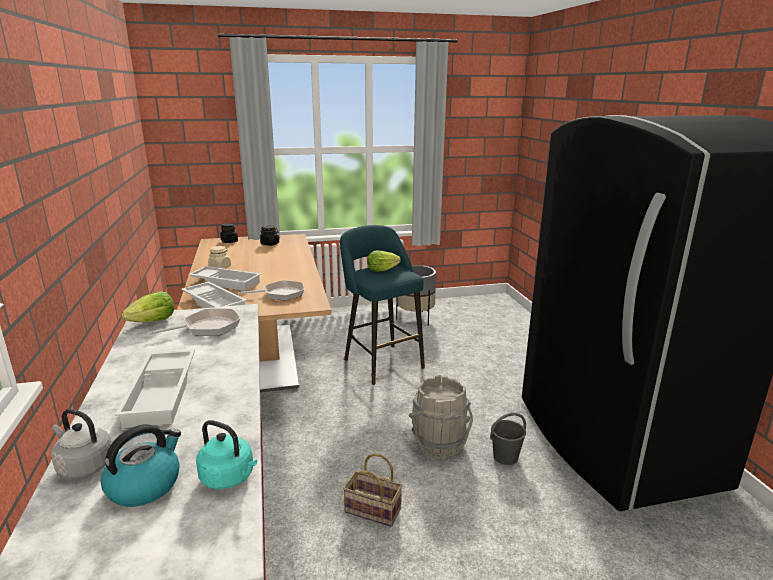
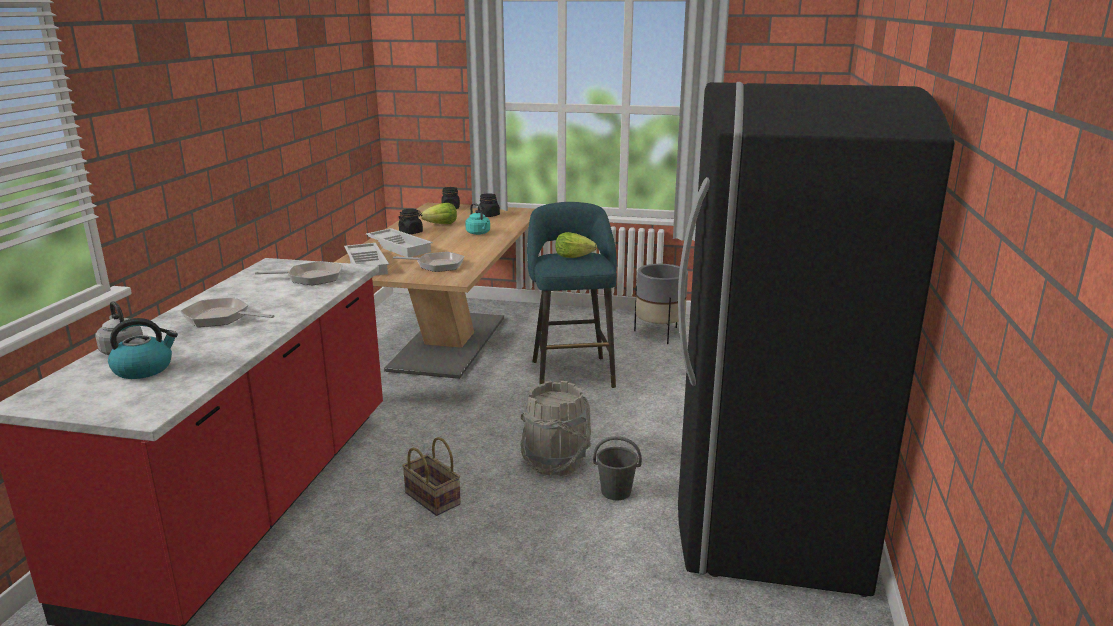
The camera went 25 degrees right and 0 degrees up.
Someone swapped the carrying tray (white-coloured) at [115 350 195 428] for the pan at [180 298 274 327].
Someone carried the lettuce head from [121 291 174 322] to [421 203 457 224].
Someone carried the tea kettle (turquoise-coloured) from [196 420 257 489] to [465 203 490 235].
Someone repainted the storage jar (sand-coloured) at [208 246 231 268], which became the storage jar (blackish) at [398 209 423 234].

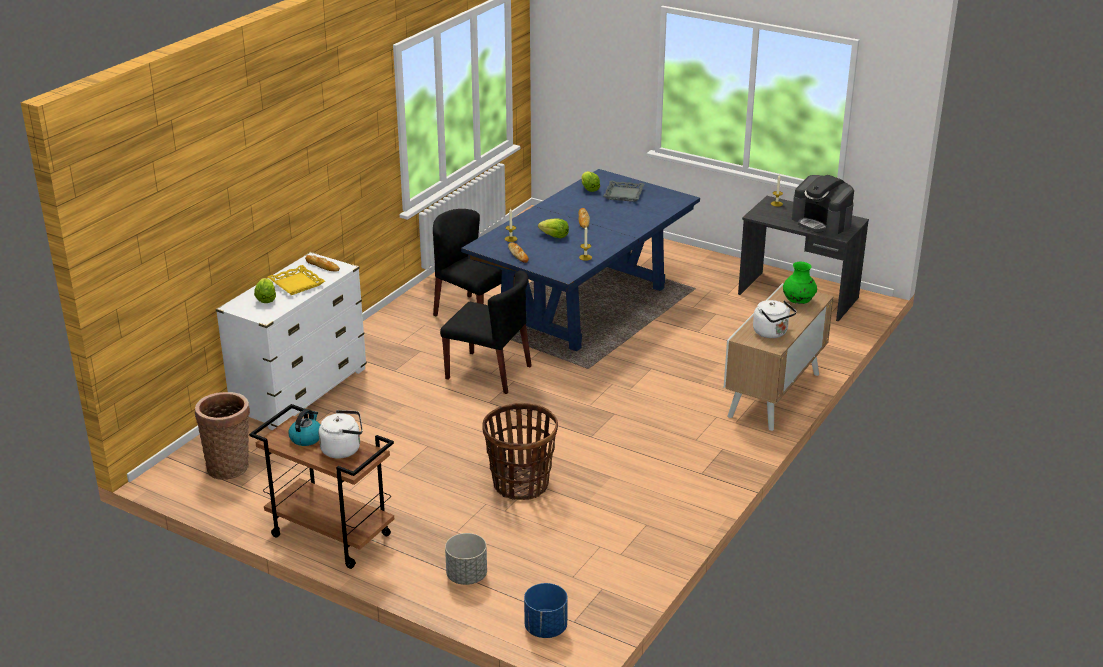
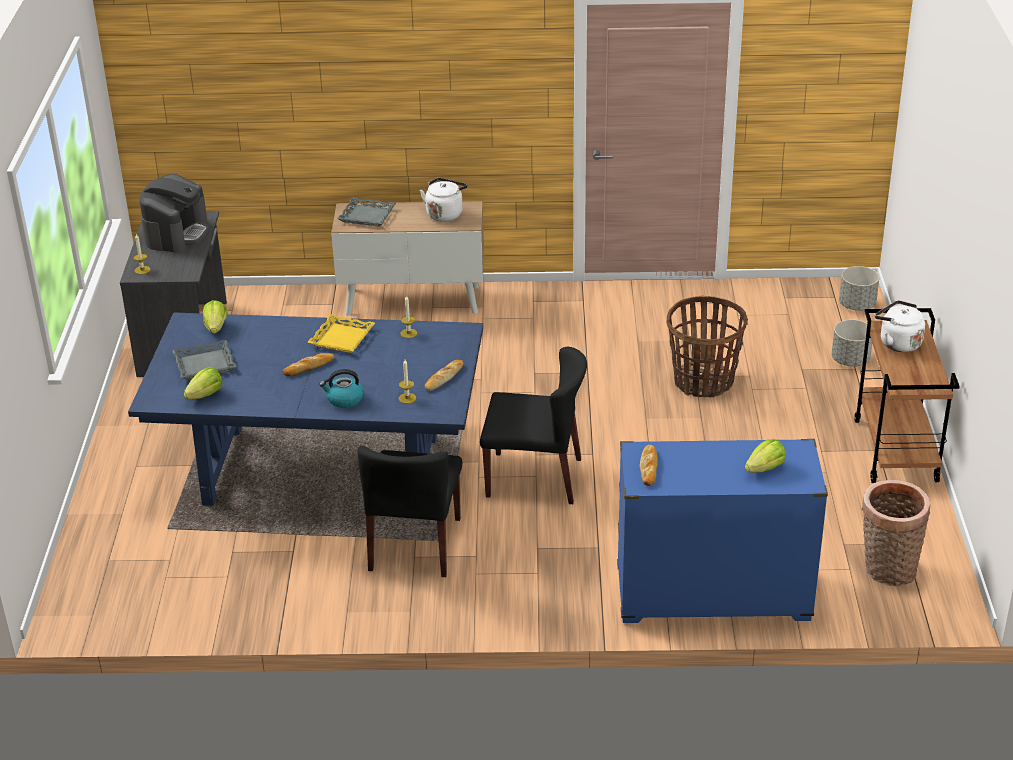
The camera went 120 degrees left and 5 degrees up.
Someone repainted the drawer chest (white-coloured) at [216 252 367 430], which became the drawer chest (bluish) at [617 439 828 623].
Someone carried the carrying tray (yellowish) from [268 265 325 295] to [307 314 375 353].
Someone carried the tea kettle from [288 409 320 446] to [319 369 364 408].
Someone rotated the chair (blackish) at [440 270 532 394] by 105 degrees clockwise.
Someone repainted the flower pot (bluish) at [524 583 568 638], which became the flower pot (grey) at [839 266 879 311].
Someone carried the lettuce head from [538 218 569 238] to [203 300 228 334].
Someone swapped the vase (greenish) at [783 262 817 304] for the carrying tray (grey) at [337 197 396 227].

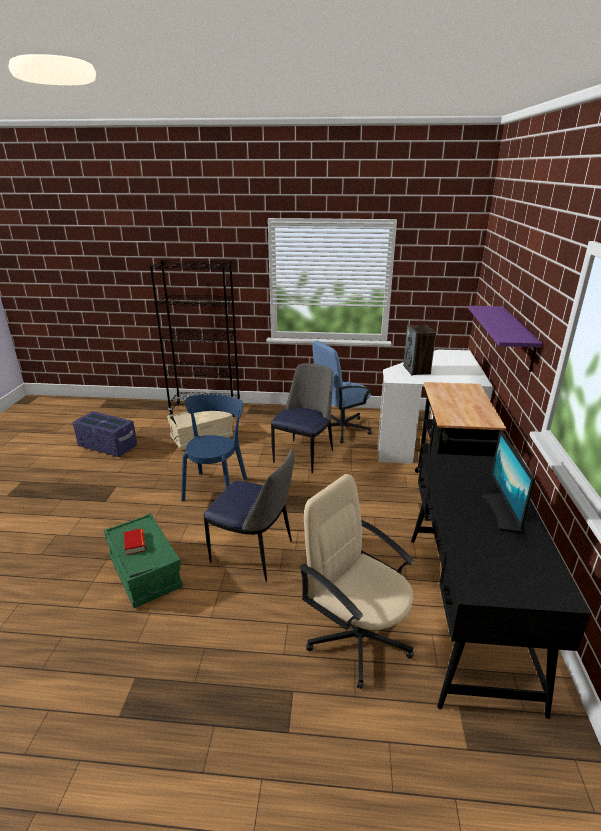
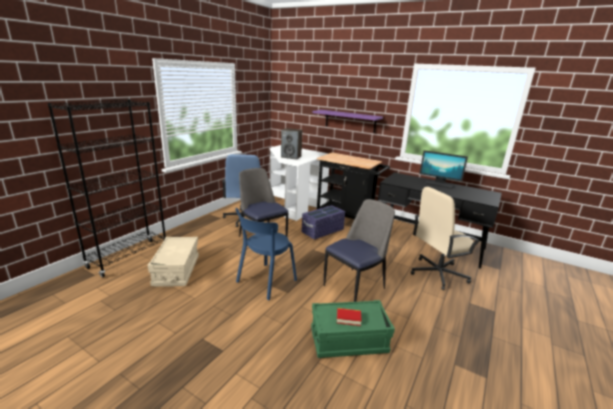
The camera went 65 degrees left and 5 degrees down.
Someone carried the storage container (purple) from [72 411 137 457] to [302 205 345 240].
Someone rotated the chair (bluish) at [181 394 247 501] by 90 degrees counterclockwise.

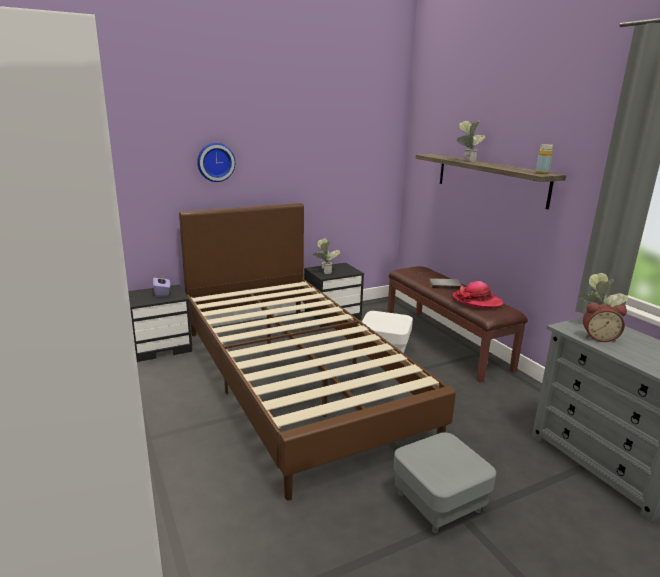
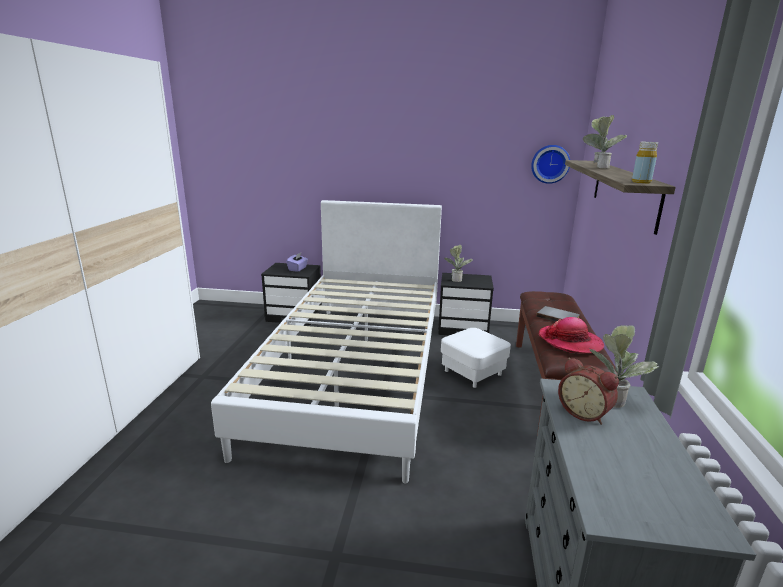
The camera went 35 degrees right and 0 degrees up.
Someone repainted the bedroom bed (brown) at [179 203 456 501], which became the bedroom bed (white-coloured) at [211 200 442 484].
Someone carried the wall clock from [197 143 235 182] to [531 145 570 184].
Someone took away the ottoman (grey) at [393 432 496 534].

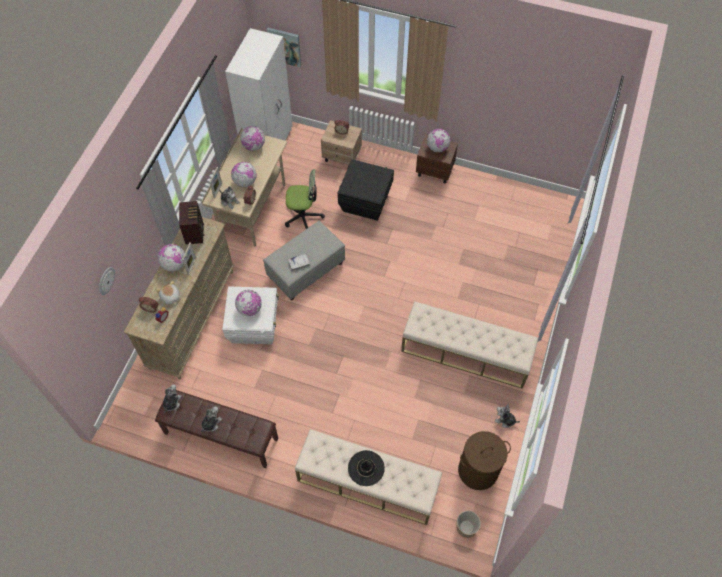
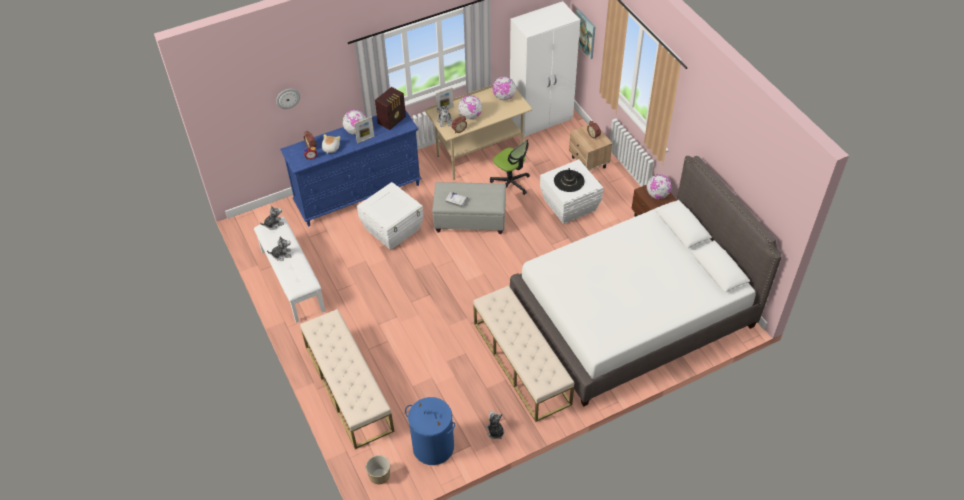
The camera went 45 degrees right and 10 degrees down.
Someone repainted the drawer chest (sand-coloured) at [124 217 234 379], which became the drawer chest (bluish) at [280 110 422 227].
Someone repainted the indoor bench (brown) at [155 390 278 468], which became the indoor bench (white-coloured) at [254 217 325 323].
Someone took away the globe at [235 290 262 316].
Someone repainted the storage container (blackish) at [338 159 394 221], which became the storage container (white-coloured) at [540 159 603 224].
Someone carried the hat (blackish) from [348 450 385 486] to [554 168 585 192].
Someone repainted the washing basket (brown) at [458 431 511 490], which became the washing basket (bluish) at [405 397 455 465].
Someone put down the bedroom bed (white-coloured) at [510 156 782 407].

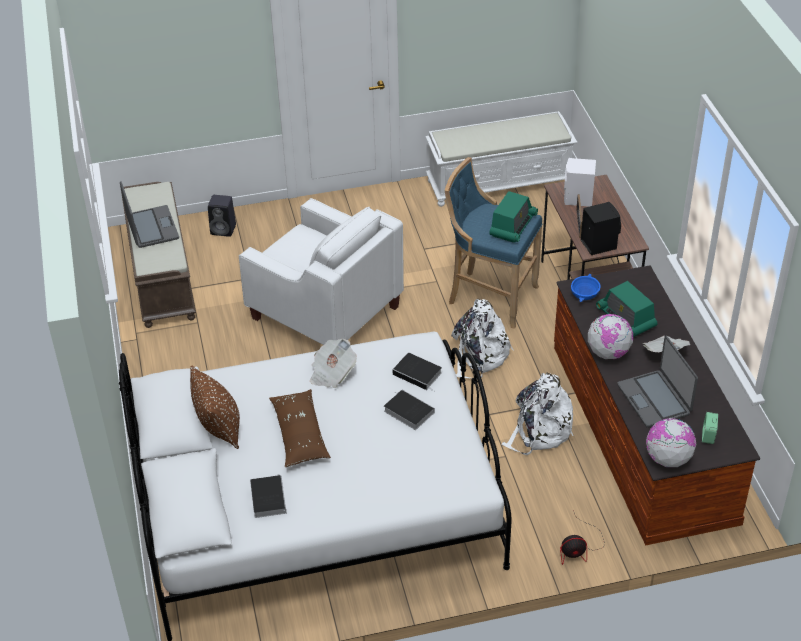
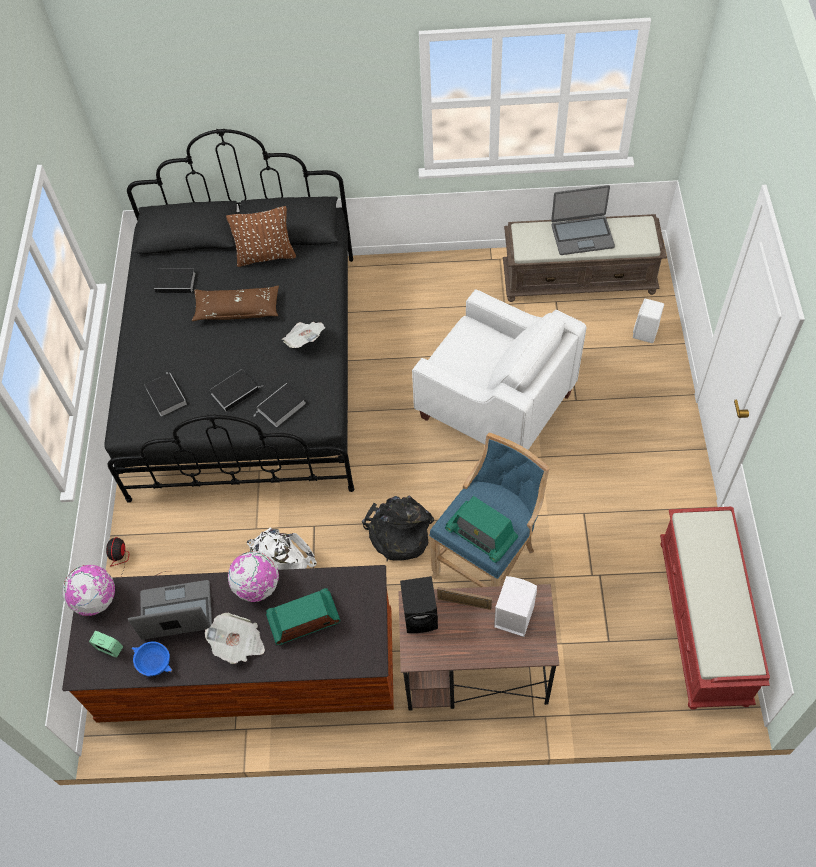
The camera went 105 degrees right and 15 degrees up.
Someone repainted the bedroom bed (white-coloured) at [119 332 511 641], which became the bedroom bed (blackish) at [104 129 354 503].
Someone repainted the speaker (blackish) at [208 195 236 237], which became the speaker (white-coloured) at [633 298 664 343].
Someone rotated the armchair (white-coloured) at [239 198 404 345] by 105 degrees counterclockwise.
Someone repainted the indoor bench (white-coloured) at [425 111 578 207], which became the indoor bench (reddish) at [660 507 770 710].
Someone repainted the backpack (white-coloured) at [451 299 514 379], which became the backpack (blackish) at [362 495 434 561].
Someone carried the serving bowl (bluish) from [571 274 601 302] to [132 642 172 676].
Someone put down the book at [145 372 187 416].

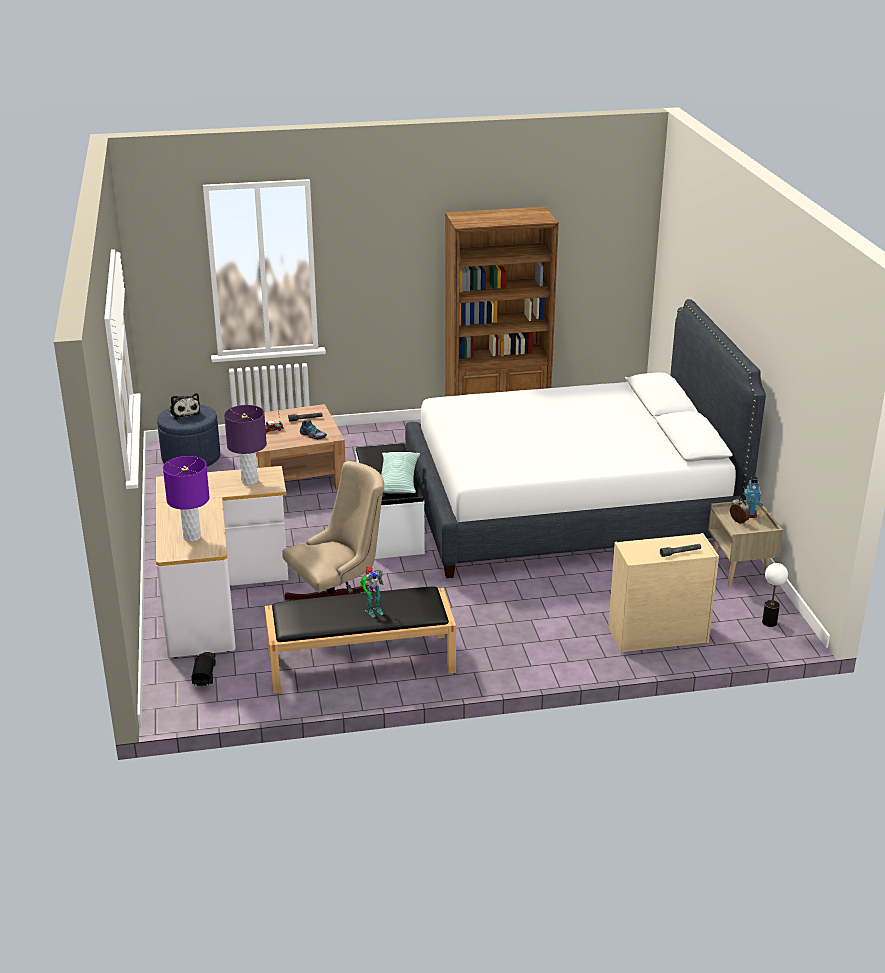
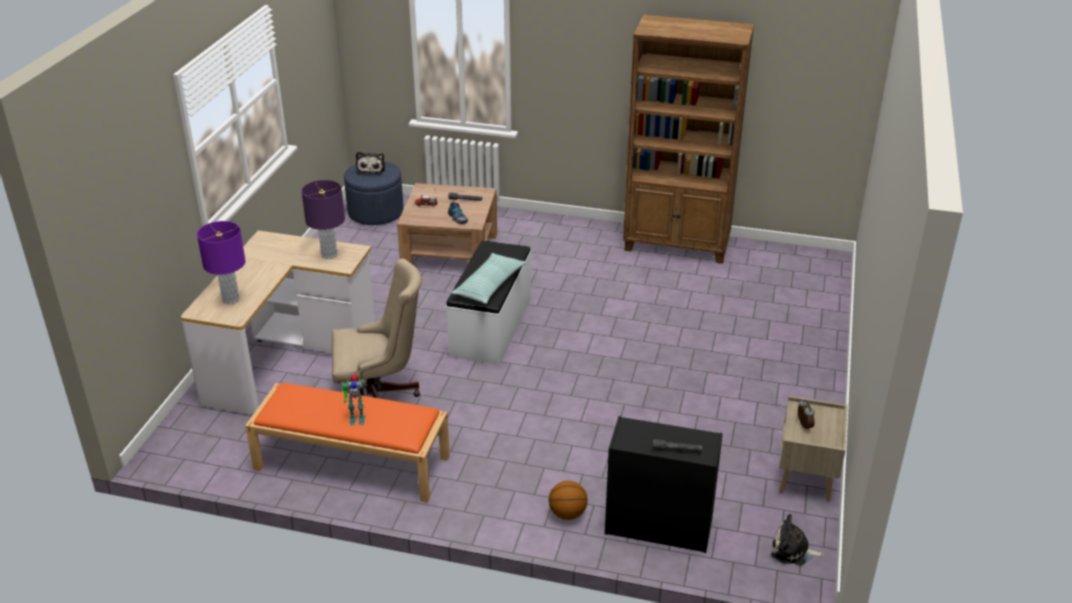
The camera went 25 degrees right and 5 degrees up.
Someone took away the toy lorry at [191 652 216 686].
Someone repainted the indoor bench (blackish) at [265 586 456 693], which became the indoor bench (orangey) at [245 383 450 503].
Someone took away the bedroom bed (white-coloured) at [405 299 766 578].
Someone repainted the drawer chest (sand-coloured) at [608 533 719 653], which became the drawer chest (blackish) at [605 416 723 553].
Someone took away the robot figure at [744 477 763 518].
Someone swapped the table lamp at [762 563 788 627] for the plush toy at [771 514 824 566].
Someone put down the ball for basketball at [549 481 588 520].

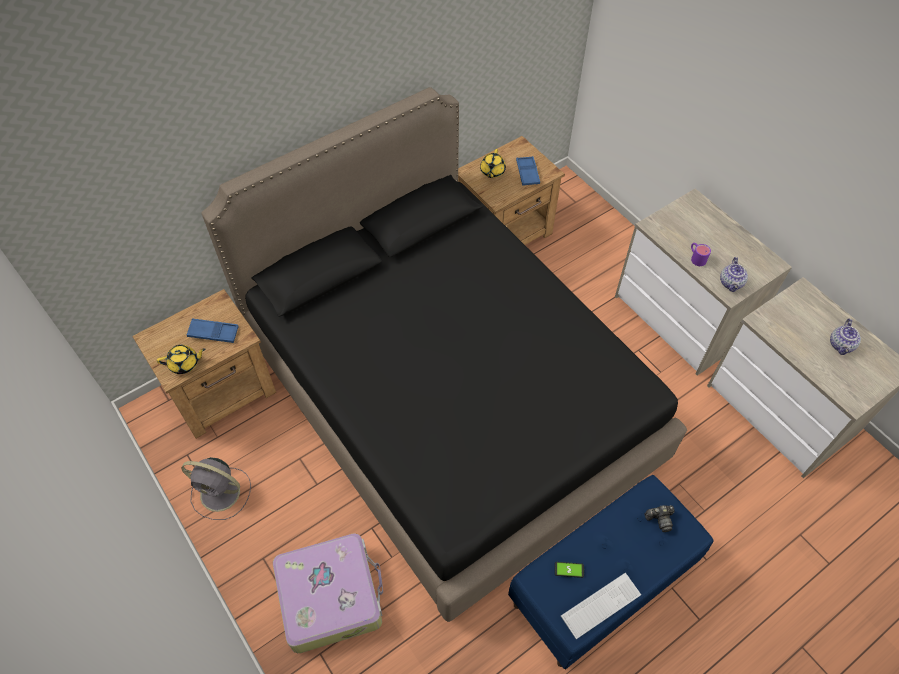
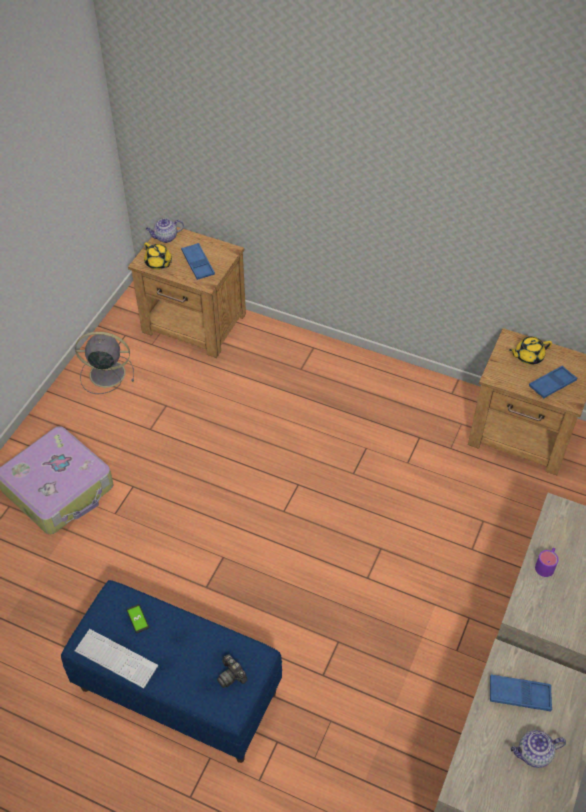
The camera went 60 degrees right and 5 degrees down.
Someone rotated the cooling fan (grey) at [181 457 251 520] by 105 degrees clockwise.
Someone took away the bedroom bed (blackish) at [201 87 687 622].
Someone carried the tea pot from [720 257 748 292] to [146 218 184 243].
Someone put down the carrying tray (bluish) at [490 674 552 712].

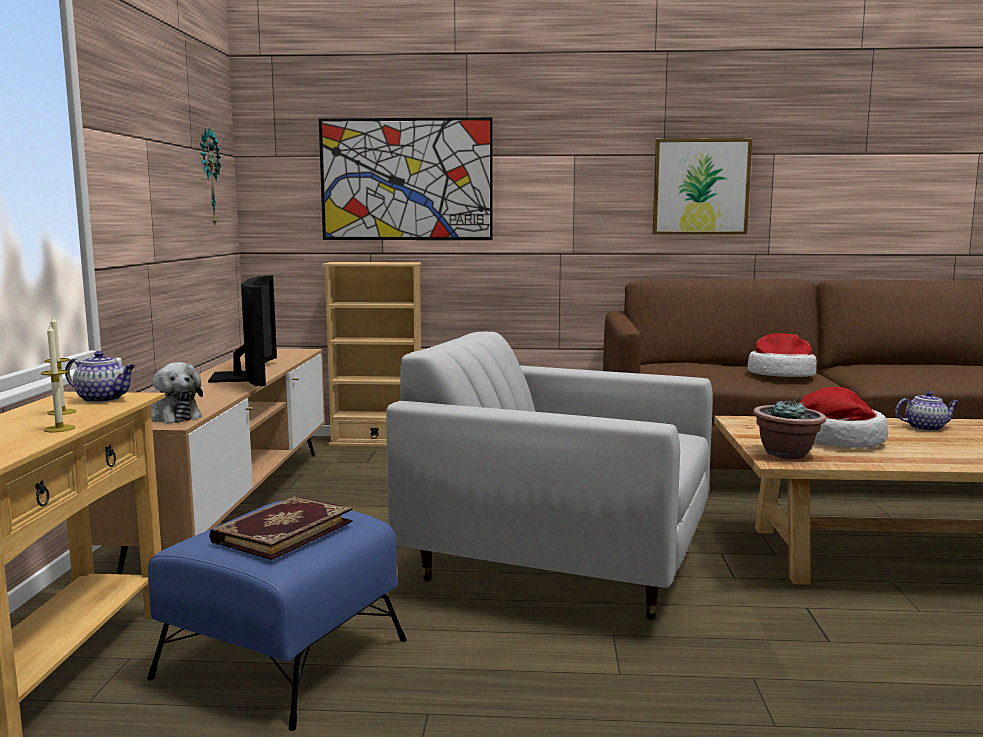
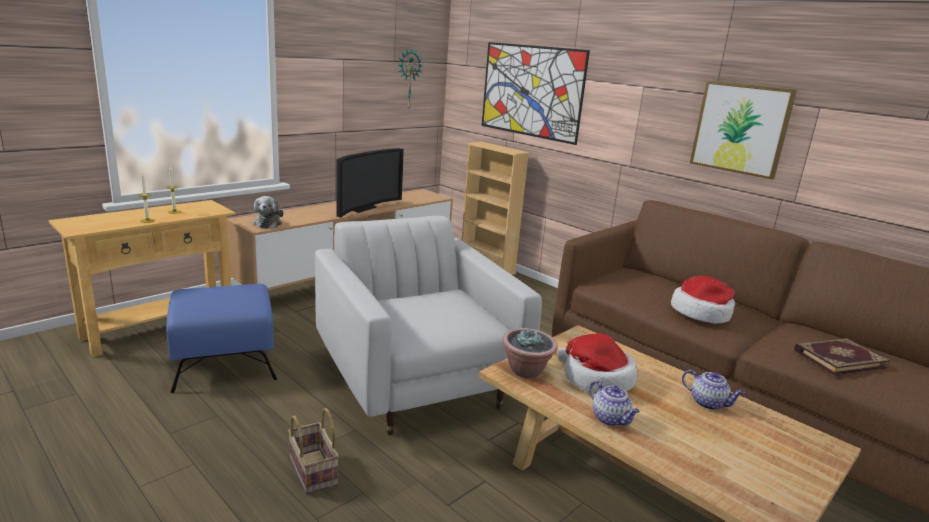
The camera went 40 degrees right and 10 degrees up.
Someone carried the tea pot from [65 351 135 403] to [589 381 640 426].
Someone carried the book from [209 496 353 560] to [794 338 890 375].
Someone put down the household basket at [288 408 339 494].

